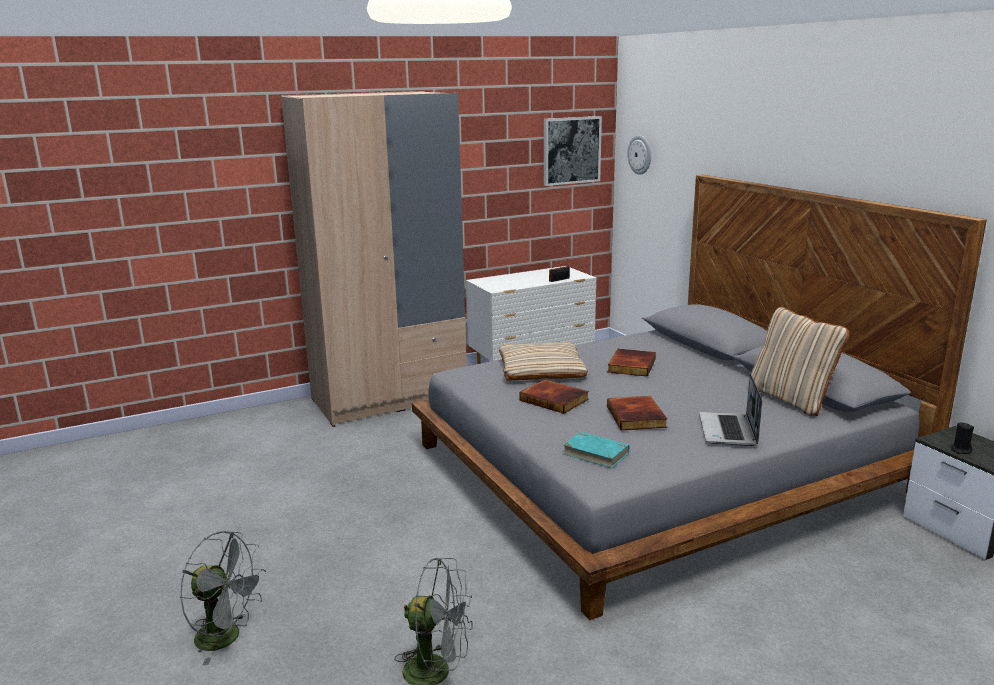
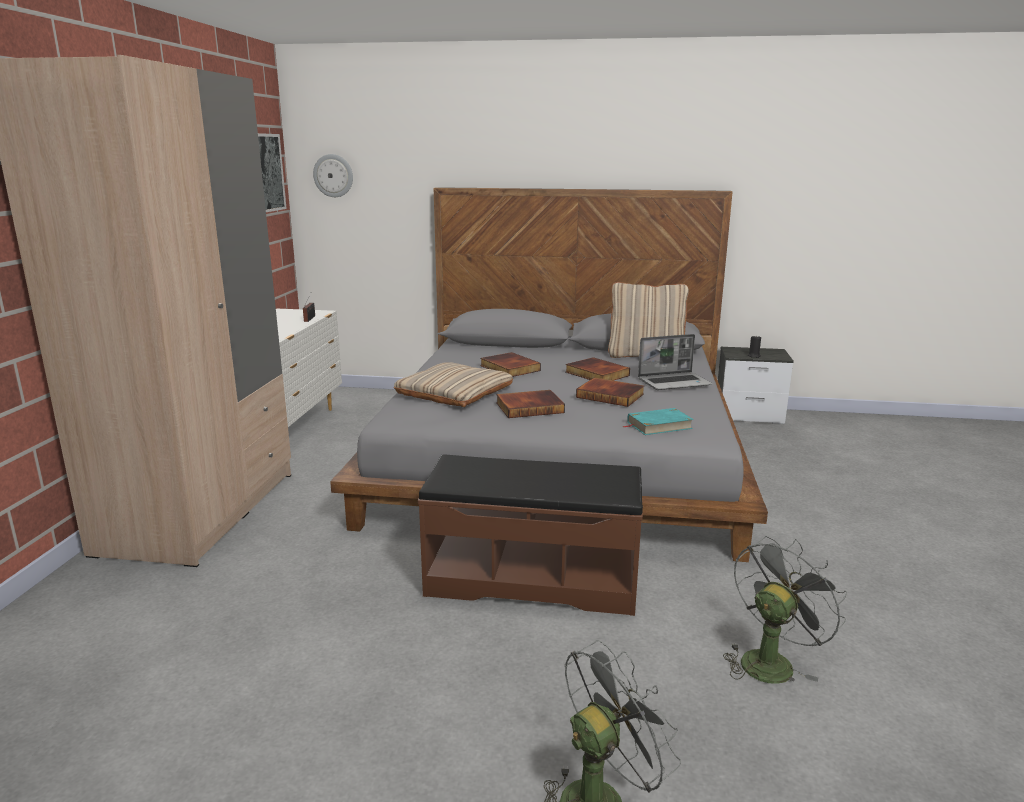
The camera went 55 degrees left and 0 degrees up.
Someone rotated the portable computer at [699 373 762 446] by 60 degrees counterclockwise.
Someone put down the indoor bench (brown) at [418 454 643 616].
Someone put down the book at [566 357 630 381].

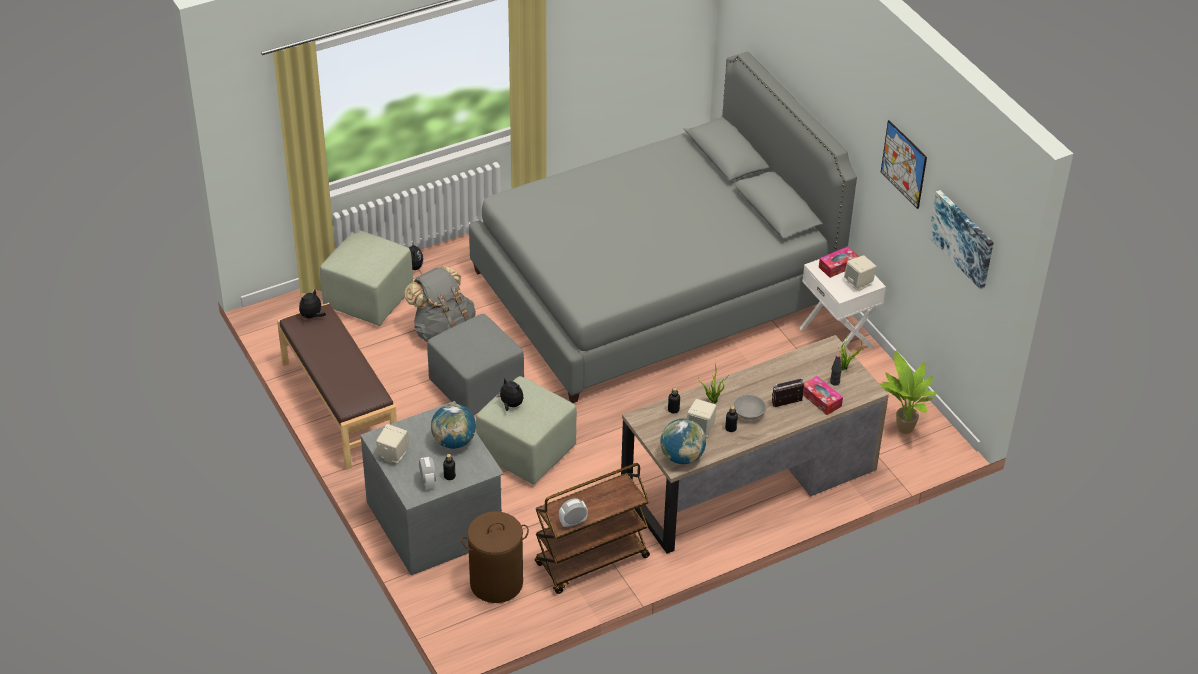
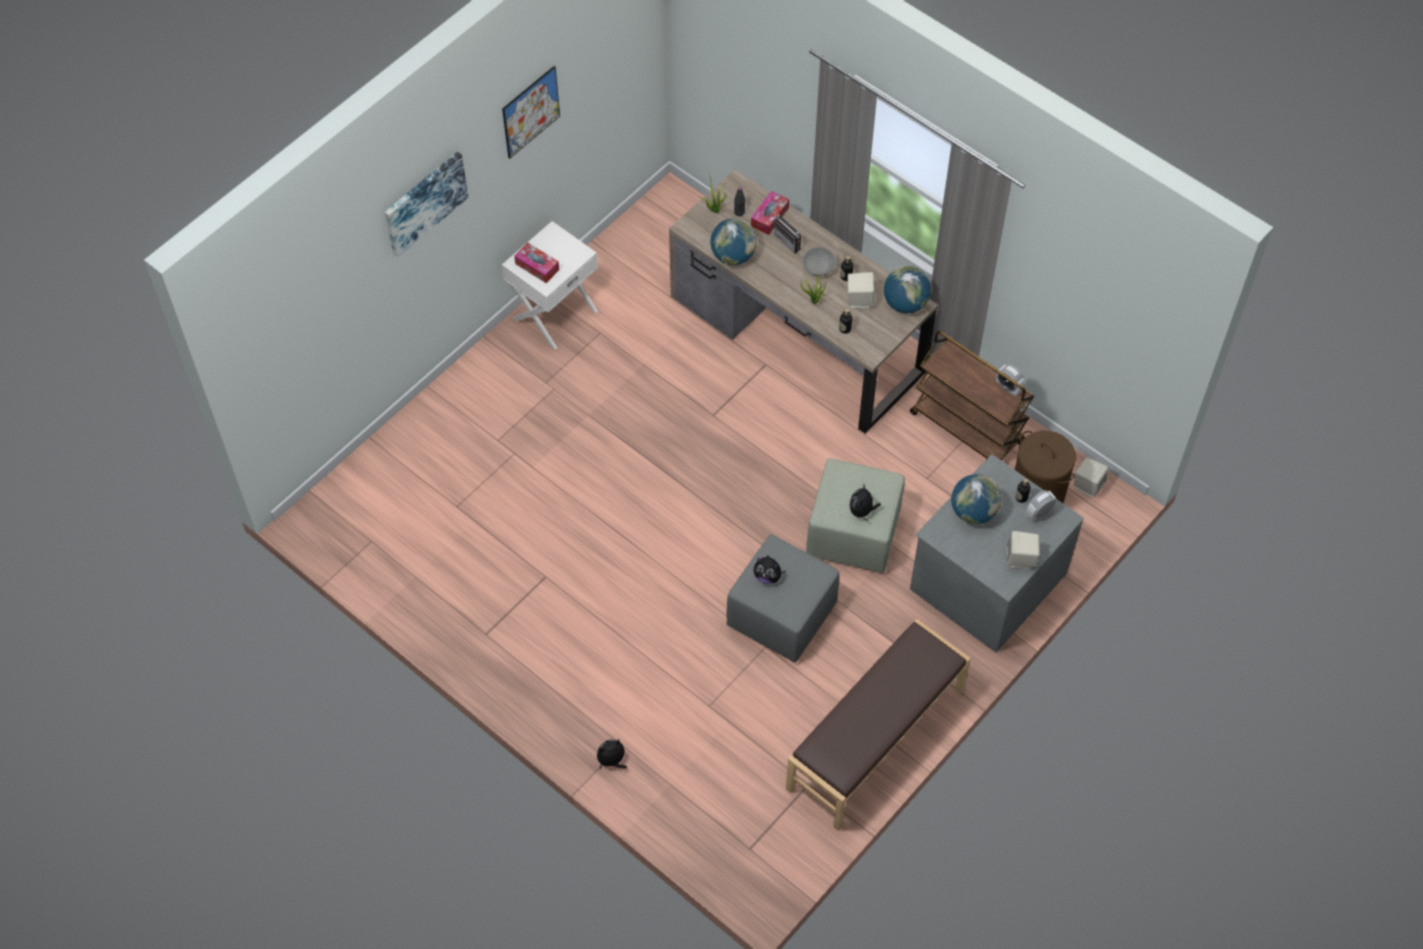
The camera went 110 degrees left and 15 degrees up.
Someone carried the plush toy from [299 289 326 318] to [753 555 786 584].
Someone took away the ottoman (greenish) at [320 230 413 326].
Someone took away the backpack (grey) at [404 266 476 342].
Someone took away the bedroom bed (grey) at [469 52 857 403].
Someone carried the speaker (sand-coloured) from [844 255 877 291] to [1074 457 1108 497].
Someone took away the plant in a pot at [879 351 937 434].
Someone carried the wall art from [928 190 994 289] to [385 152 468 257].
Someone put down the globe at [710 218 757 265].

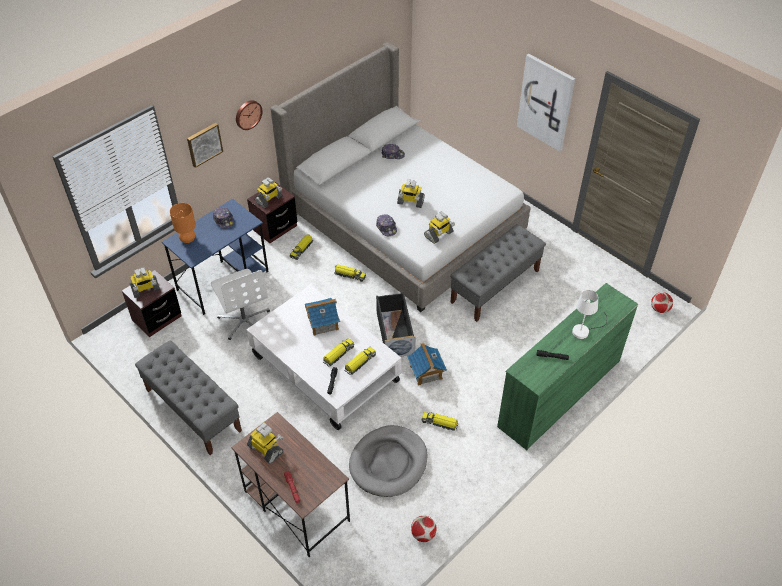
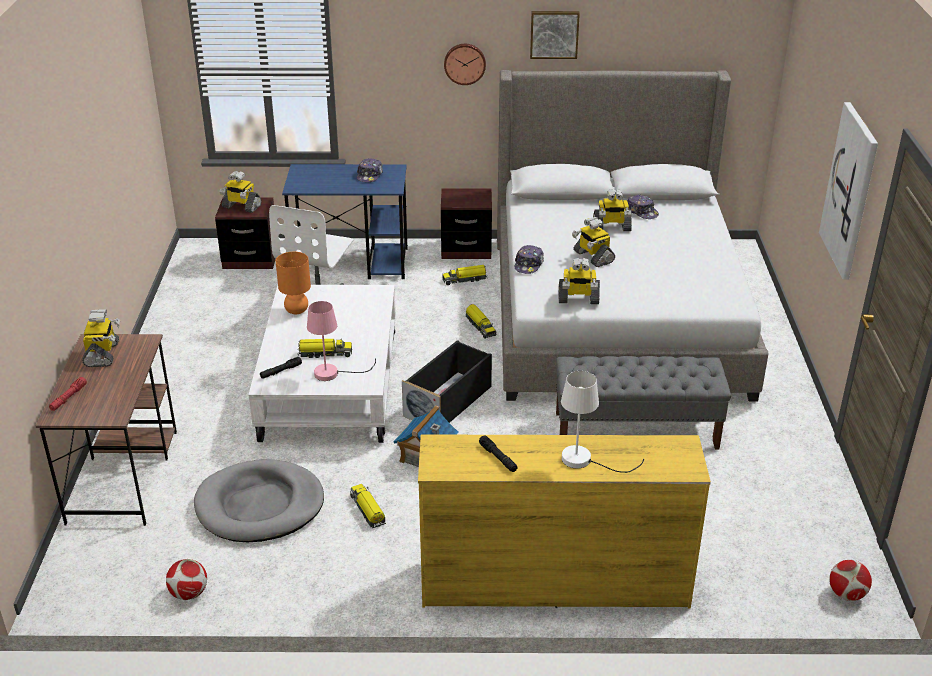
The camera went 45 degrees right and 15 degrees down.
Someone took away the indoor bench (grey) at [135 340 242 455].
Someone carried the table lamp (orangey) from [170 203 196 243] to [276 252 311 314].
Someone carried the wall art from [187 123 223 168] to [530 11 580 59].
Someone carried the robot figure from [255 177 283 208] to [593 189 632 231].
Someone took away the toy house at [305 298 340 336].
Someone swapped the toy lorry at [345 347 376 374] for the table lamp (pinkish) at [307 301 376 381].
Someone repainted the drawer chest (greenish) at [497 283 638 450], which became the drawer chest (yellowish) at [418 434 711 608].

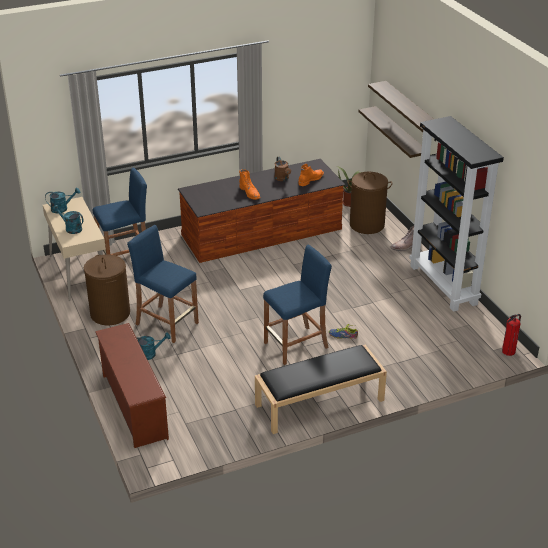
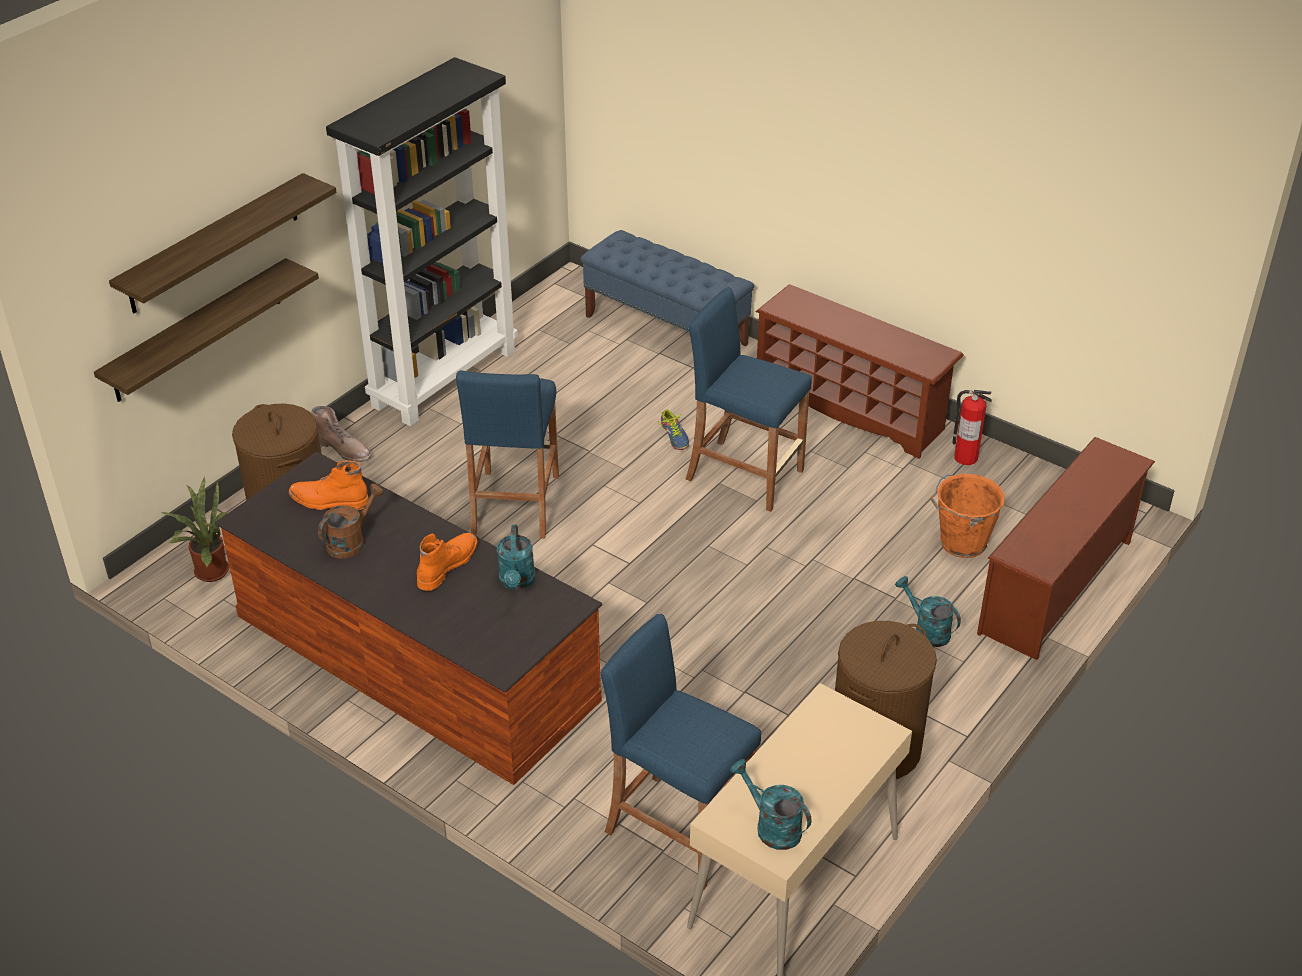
The camera went 120 degrees left and 5 degrees up.
Someone carried the watering pot (turquoise-coloured) from [52 205 83 234] to [497 525 535 590].
Someone carried the sitting stool (bluish) from [127 225 199 343] to [456 370 559 539].
Someone swapped the indoor bench (blackish) at [255 345 387 434] for the shoe rack (brown) at [756 284 964 459].
Someone carried the fire extinguisher from [502 314 521 356] to [952 390 992 465].
Someone put down the indoor bench (bluish) at [581 230 754 346].
Someone put down the water bucket (orangey) at [930 474 1005 558].

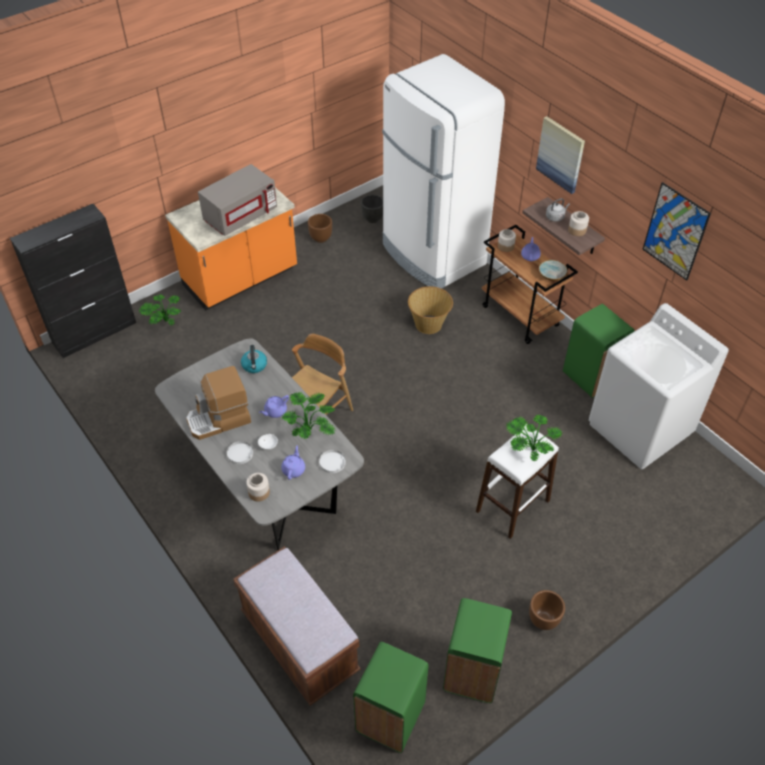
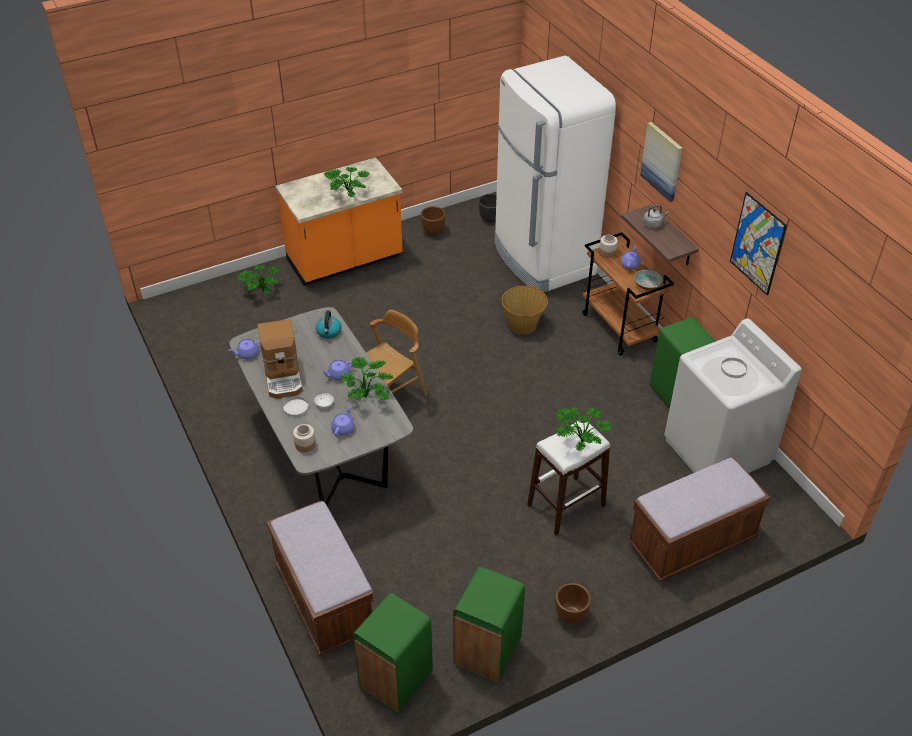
The camera went 10 degrees right and 5 degrees down.
Someone took away the cupboard (blackish) at [10 204 136 358].
Someone rotated the coffee maker at [186 366 251 440] by 90 degrees counterclockwise.
Someone swapped the microwave (grey) at [198 164 277 236] for the plant in a pot at [324 167 370 197].
Someone carried the dinner plate (white-coloured) from [319 450 346 473] to [721 358 747 378].
Someone took away the storage jar at [568 211 589 236].
Someone put down the tea pot (purple) at [229 339 261 359].
Someone put down the indoor bench (brown) at [627 458 770 581].

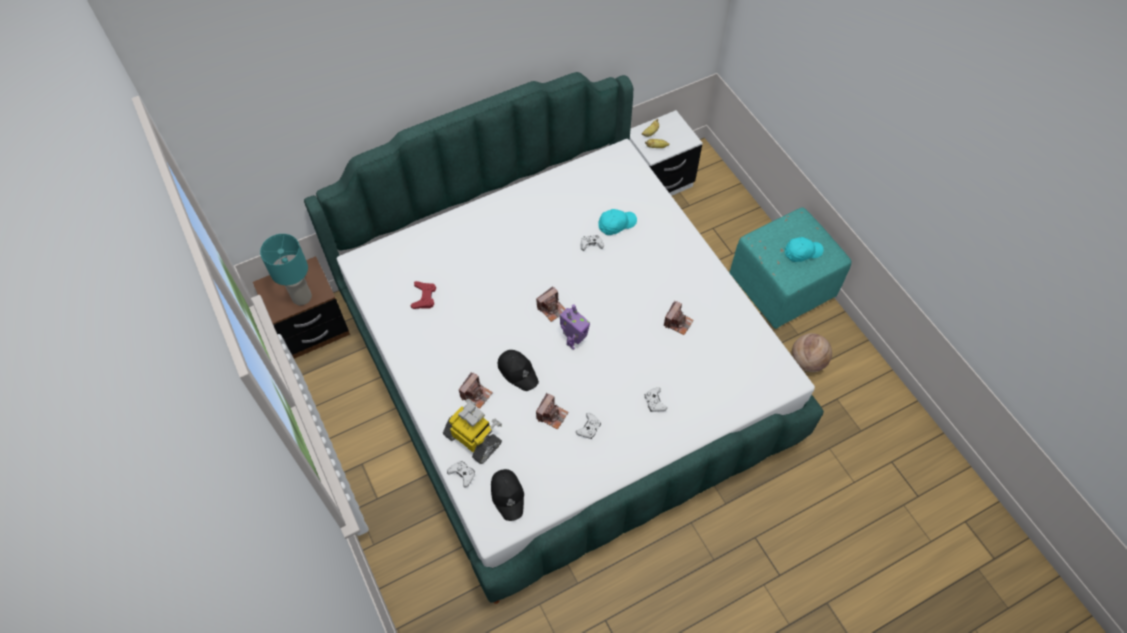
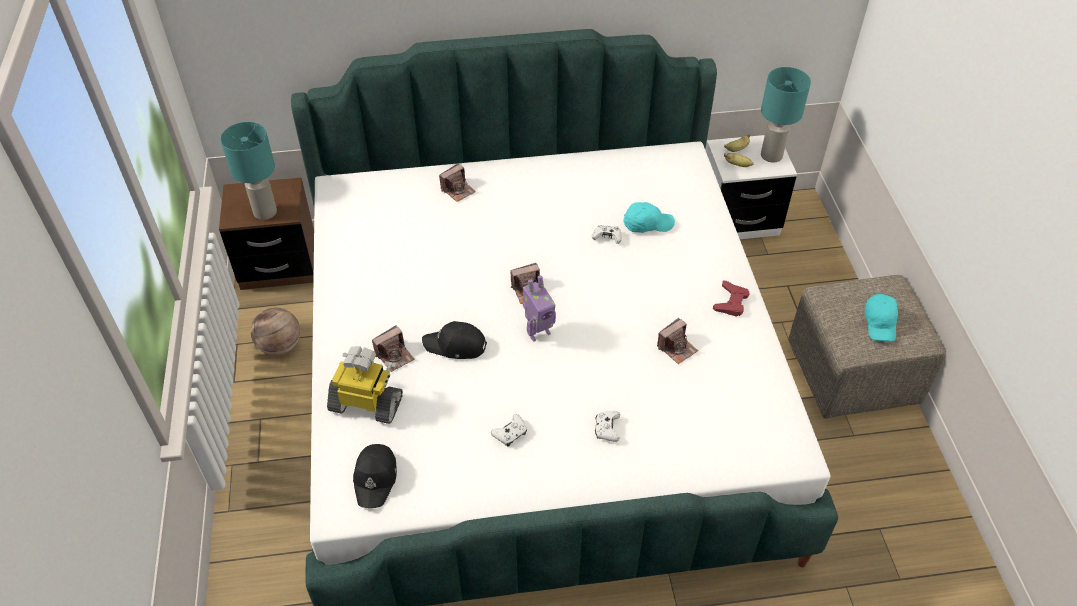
The camera went 20 degrees right and 10 degrees down.
Someone carried the gamepad (reddish) from [411 281 436 309] to [713 280 750 317].
Someone rotated the robot figure at [443 399 502 464] by 45 degrees counterclockwise.
Someone took away the gamepad (white-coloured) at [447 461 475 487].
Someone rotated the peaked cap (blackish) at [498 350 539 391] by 120 degrees clockwise.
Someone carried the photo camera from [536 393 569 430] to [439 163 476 202].
Someone repainted the ottoman (turquoise-coloured) at [730 207 851 329], which became the ottoman (sand-coloured) at [788 275 946 419].
Someone rotated the peaked cap (turquoise-coloured) at [785 237 824 262] by 90 degrees clockwise.
Someone carried the ball for basketball from [792 333 832 372] to [251 307 300 356].
Someone put down the table lamp (turquoise-coloured) at [761 67 811 163].

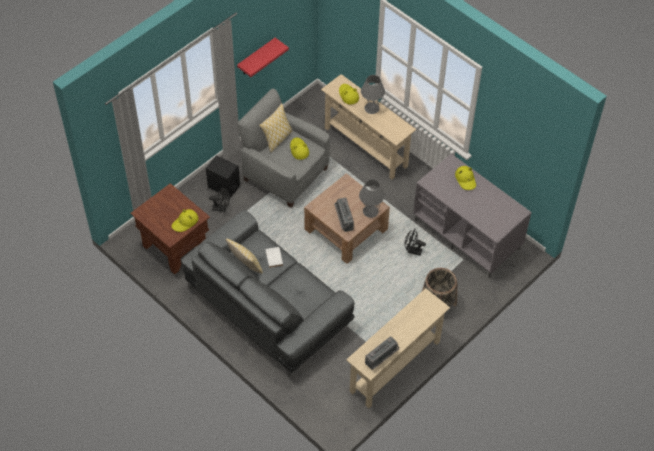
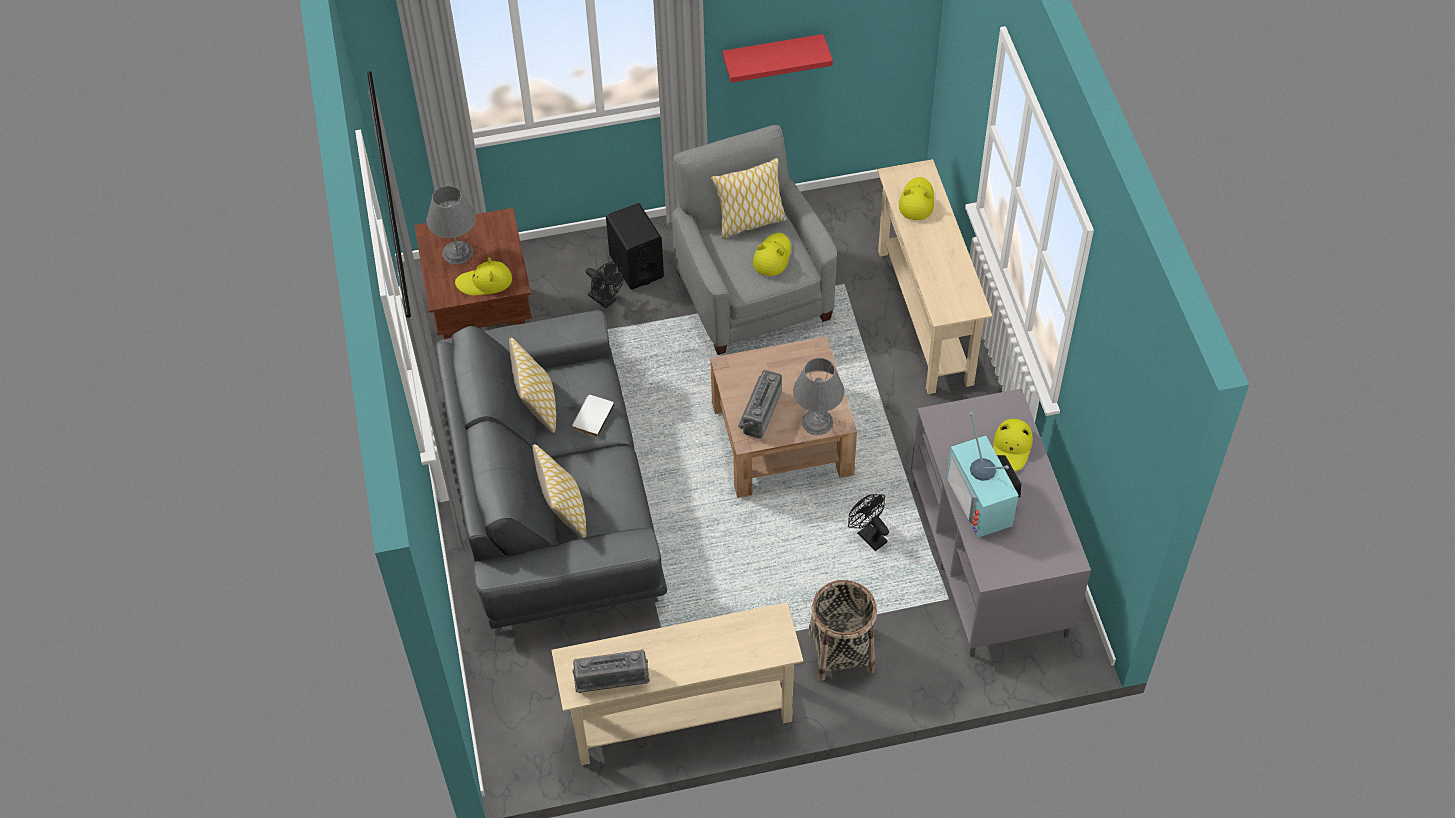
The camera went 35 degrees right and 0 degrees up.
Someone carried the table lamp (grey) from [361 75 385 114] to [427 186 476 264].
Someone put down the throw pillow at [532 444 586 538].
Someone put down the TV set at [946 412 1021 538].

